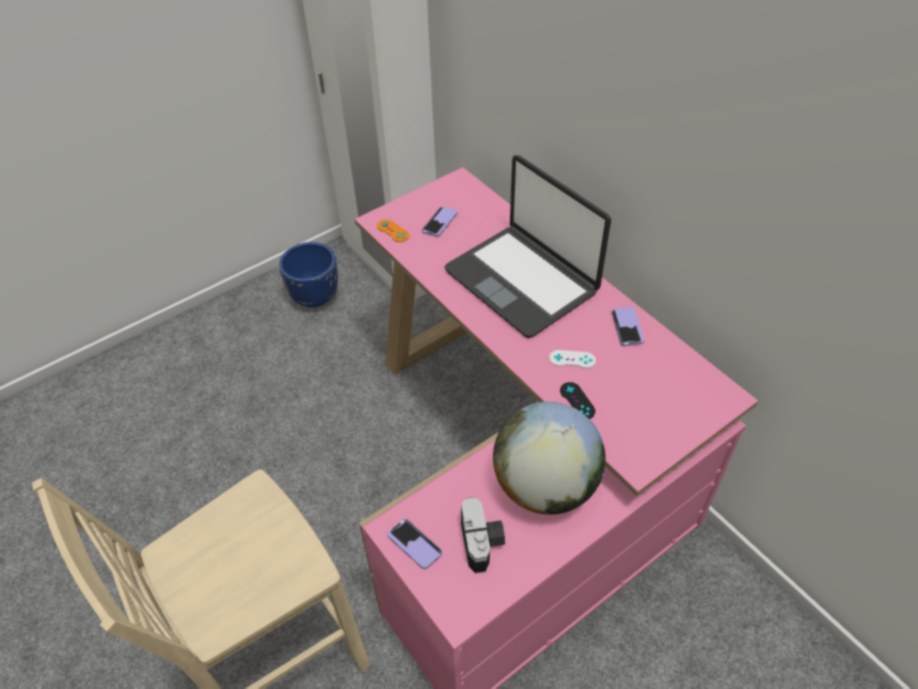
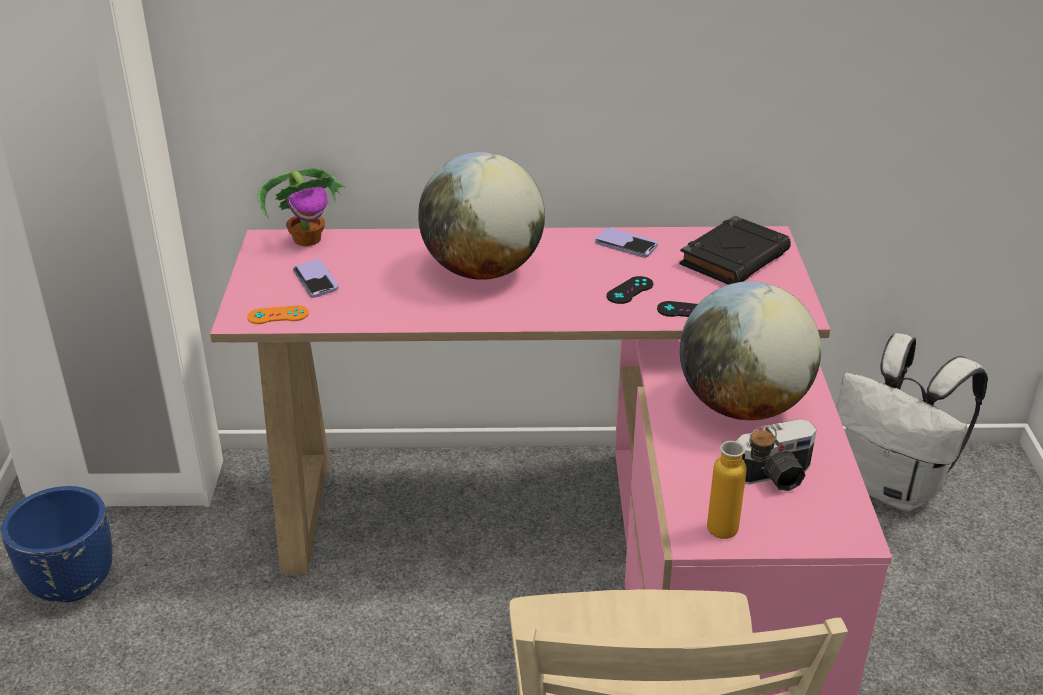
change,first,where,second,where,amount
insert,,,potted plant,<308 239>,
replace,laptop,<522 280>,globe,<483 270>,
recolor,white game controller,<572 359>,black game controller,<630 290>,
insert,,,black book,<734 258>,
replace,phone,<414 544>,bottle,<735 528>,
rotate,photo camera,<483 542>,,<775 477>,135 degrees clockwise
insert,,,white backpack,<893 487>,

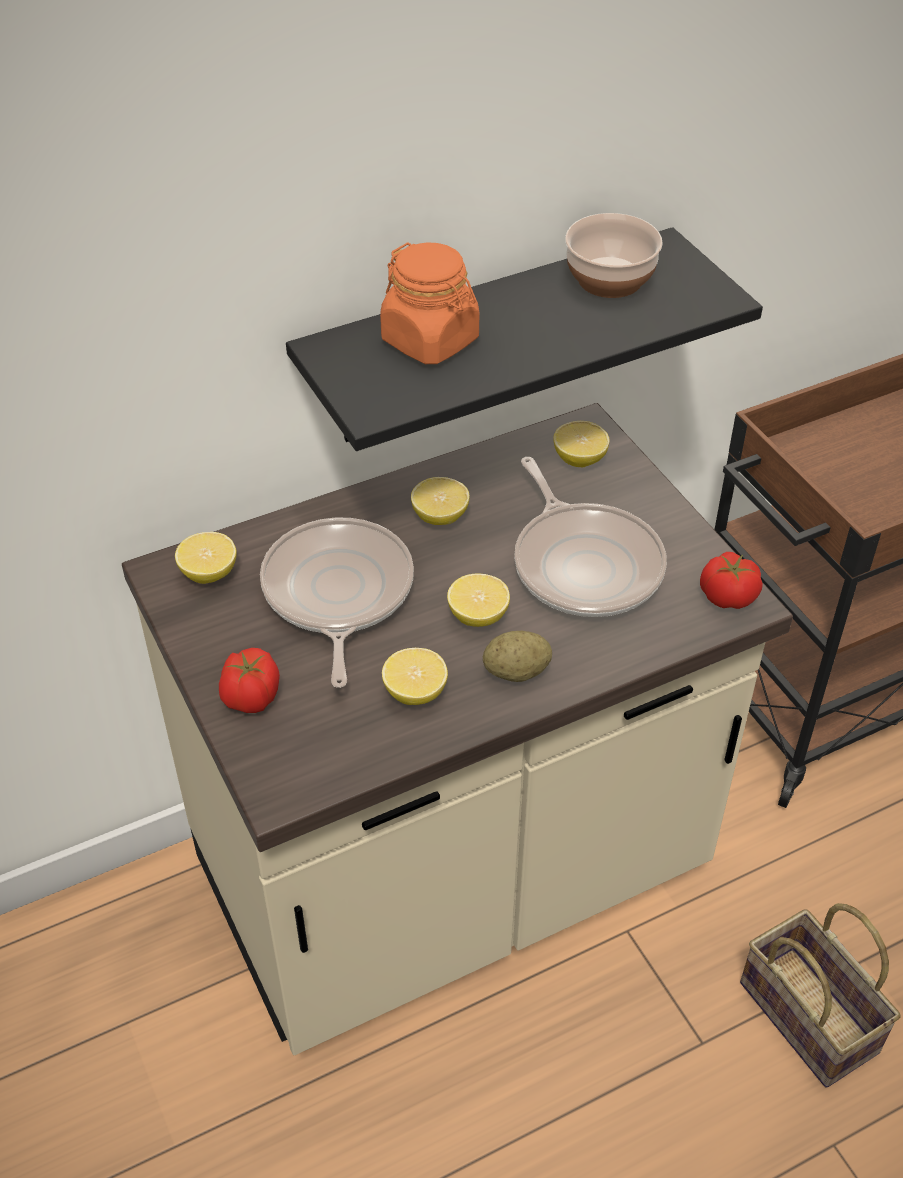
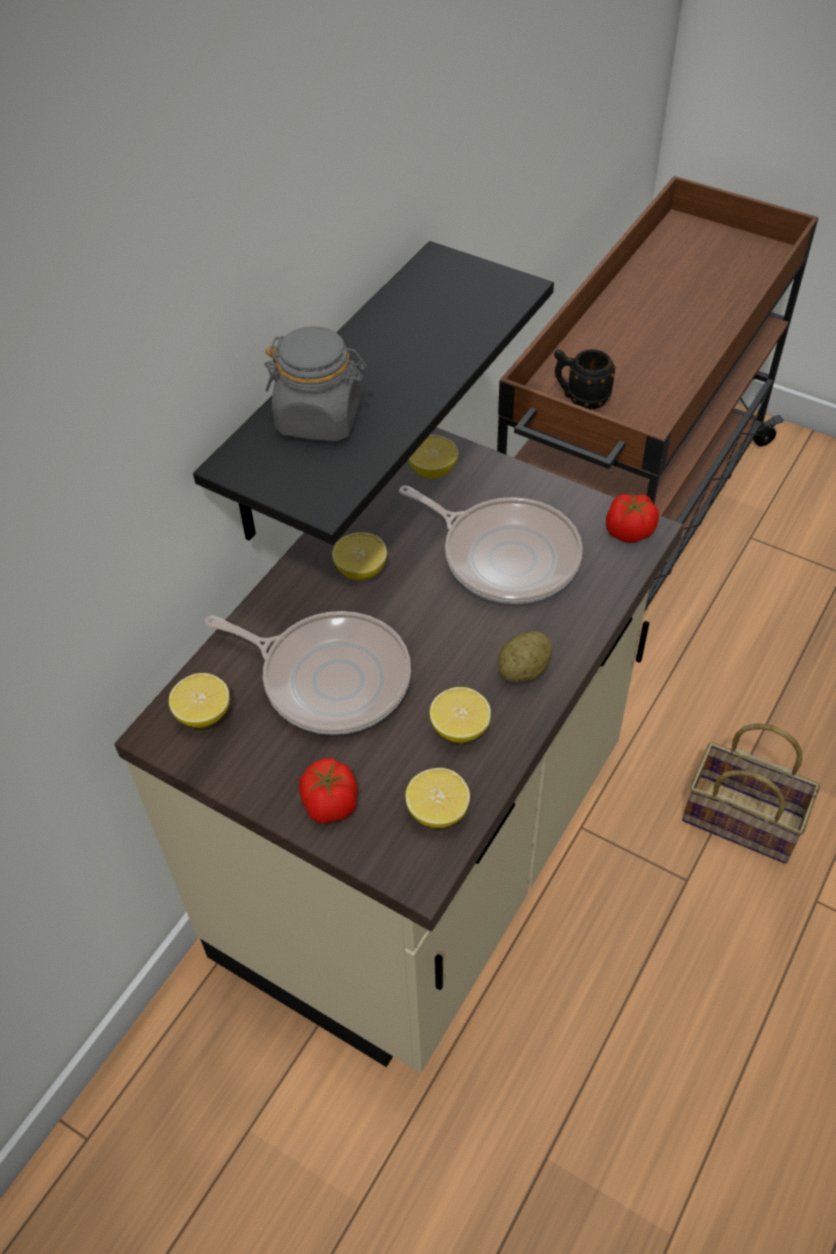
change,first,where,second,where,amount
rotate,frying pan,<337 594>,,<329 677>,150 degrees clockwise
recolor,orange jar,<431 340>,grey jar,<320 418>,
move,lemon,<478 616>,,<438 811>,
insert,,,black mug,<580 398>,
delete,bowl,<609 280>,,,

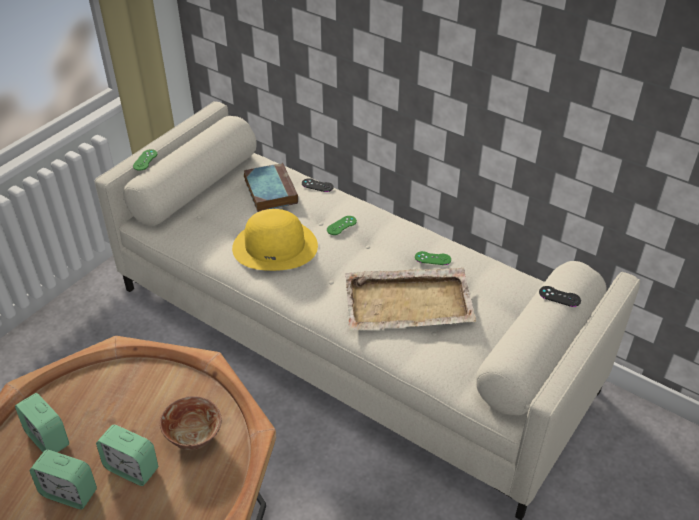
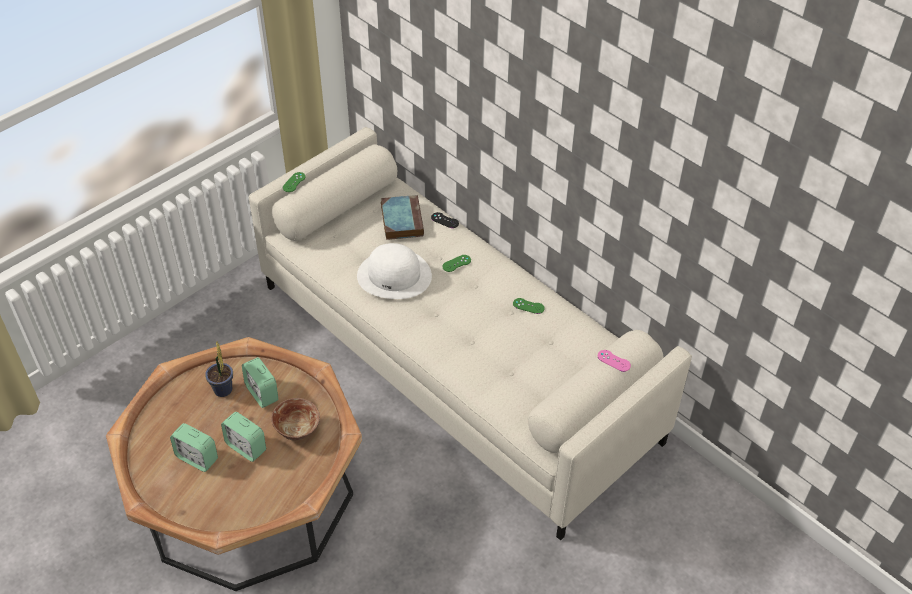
change,first,where,second,where,amount
insert,,,potted plant,<223 392>,
move,alarm clock,<48 439>,,<262 393>,
recolor,yellow hat,<275 246>,white hat,<394 275>,
recolor,black game controller,<559 296>,pink game controller,<614 361>,
delete,beige tray,<409 302>,,,

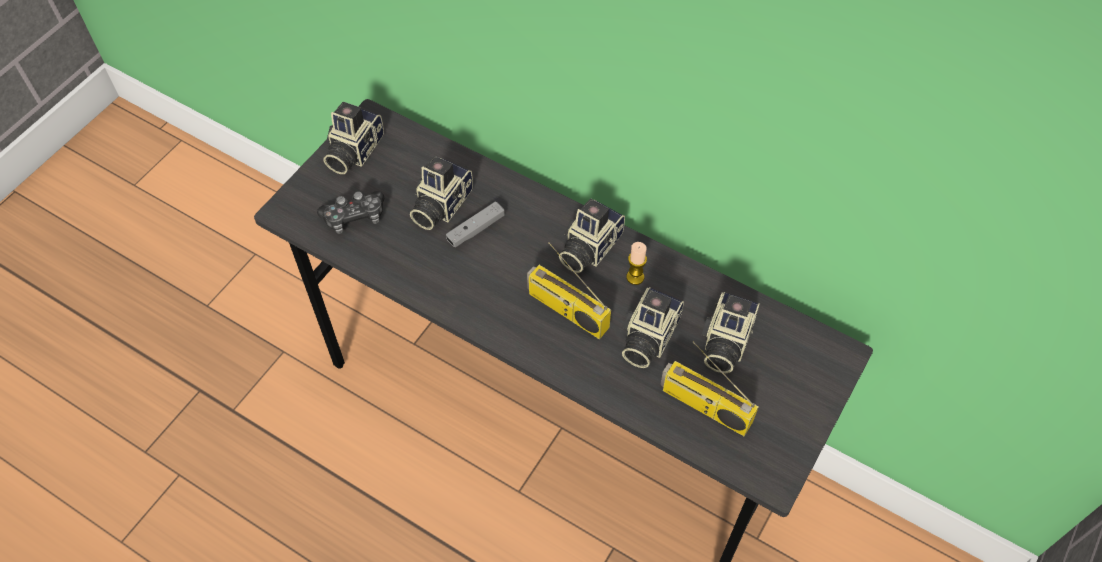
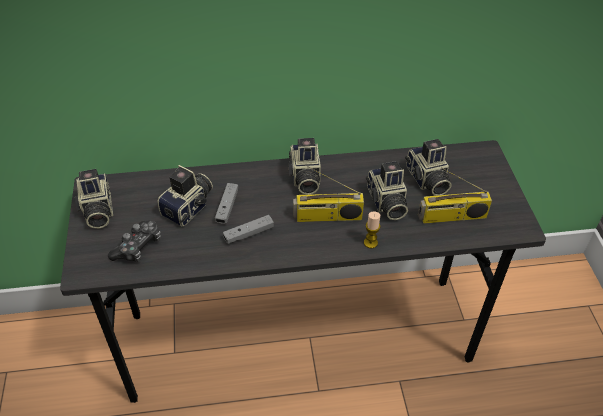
change,first,where,second,where,amount
rotate,photo camera,<439 205>,,<189 207>,135 degrees counterclockwise
insert,,,grey game controller,<249 233>,
move,candle,<635 277>,,<370 243>,

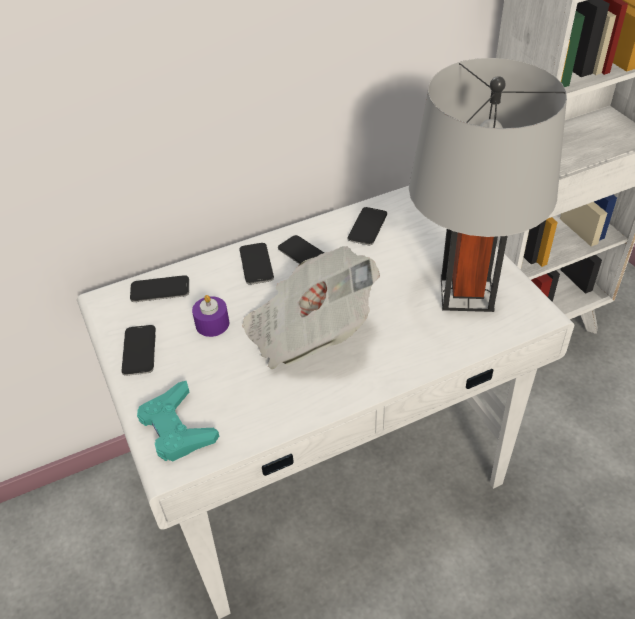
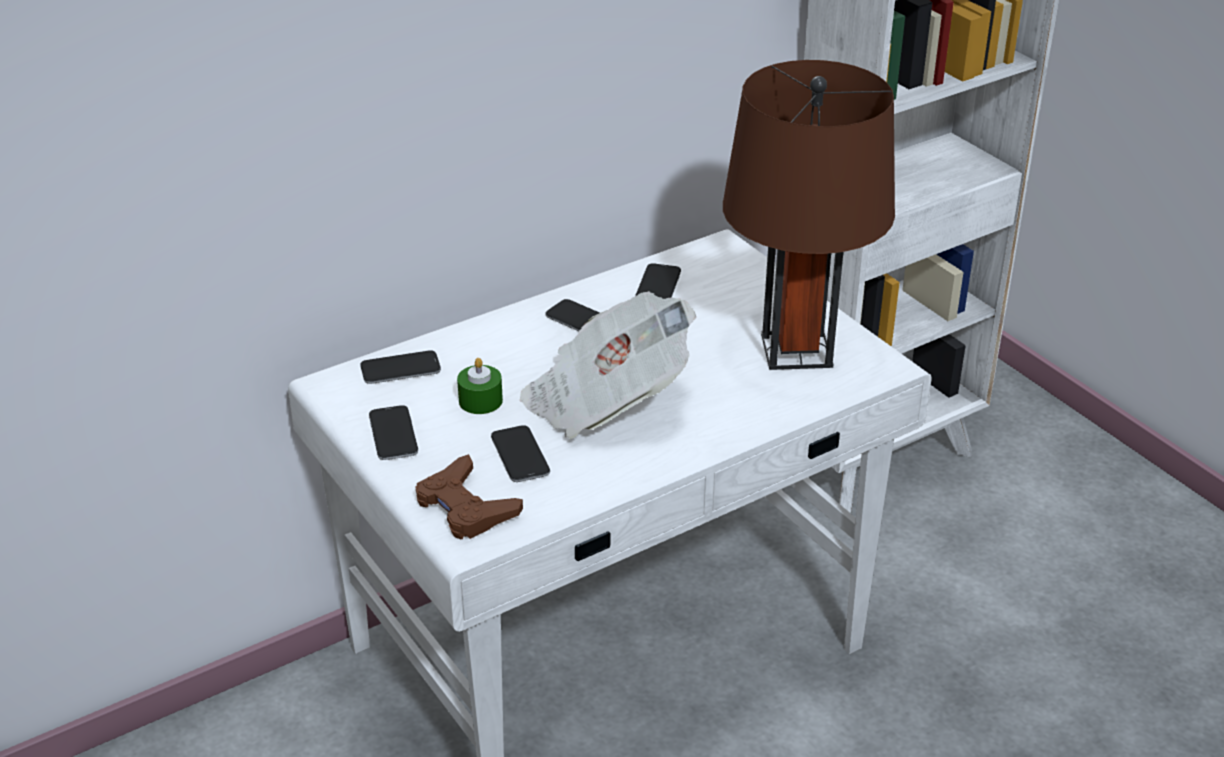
change,first,where,second,where,amount
recolor,turquoise game controller,<177 428>,brown game controller,<465 507>,
recolor,purple candle,<212 324>,green candle,<480 401>,
move,phone,<256 264>,,<520 455>,
recolor,grey table lamp,<466 294>,brown table lamp,<796 351>,

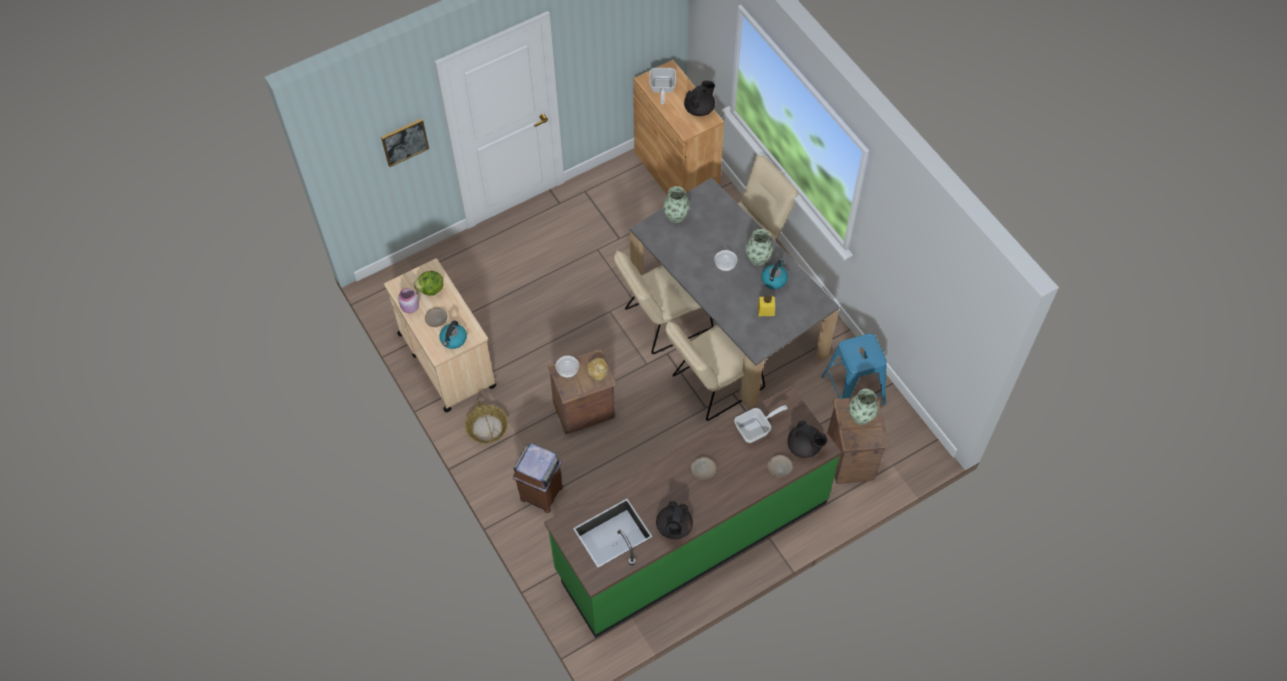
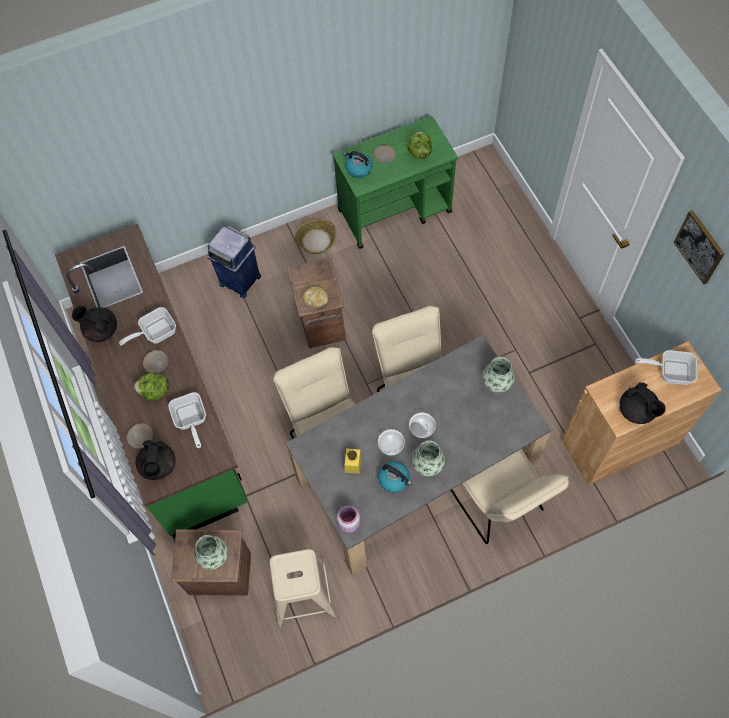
change,first,where,second,where,amount
insert,,,frying pan,<155 333>,
insert,,,lettuce,<155 392>,
rotate,black teapot,<804 447>,,<158 466>,45 degrees counterclockwise
recolor,brown trash can,<541 494>,blue trash can,<239 280>,
recolor,blue stool,<852 390>,beige stool,<303 593>,
recolor,beige cart,<446 359>,green cart,<395 211>,
move,pink jar,<410 307>,,<348 522>,
move,bowl,<568 370>,,<390 445>,
move,picture,<404 141>,,<699 247>,

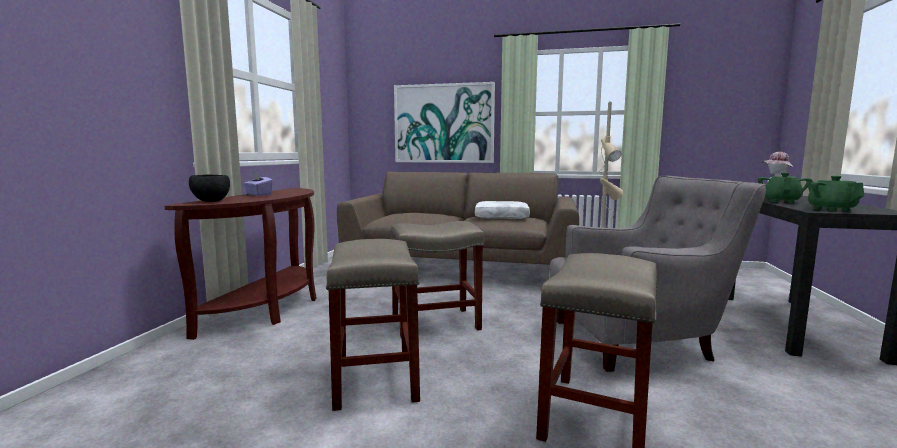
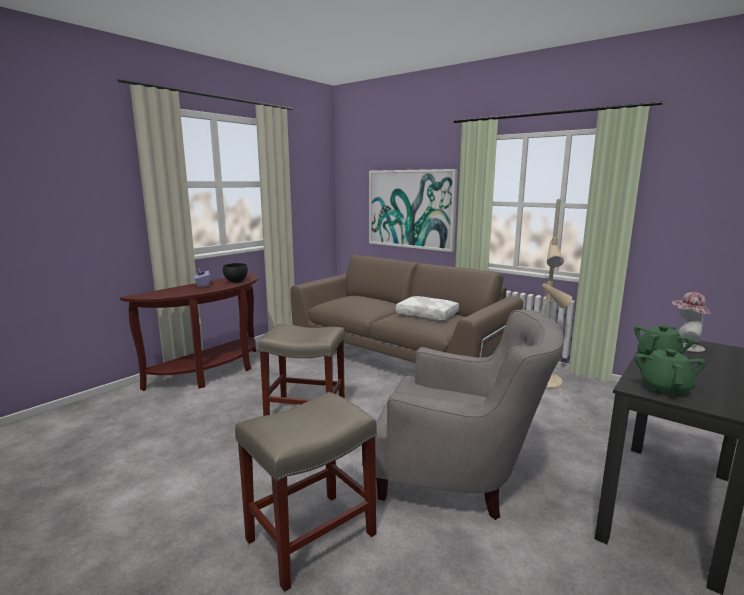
change,first,where,second,where,amount
move,black bowl,<211 201>,,<236 281>,
delete,beige stool,<375 377>,,,

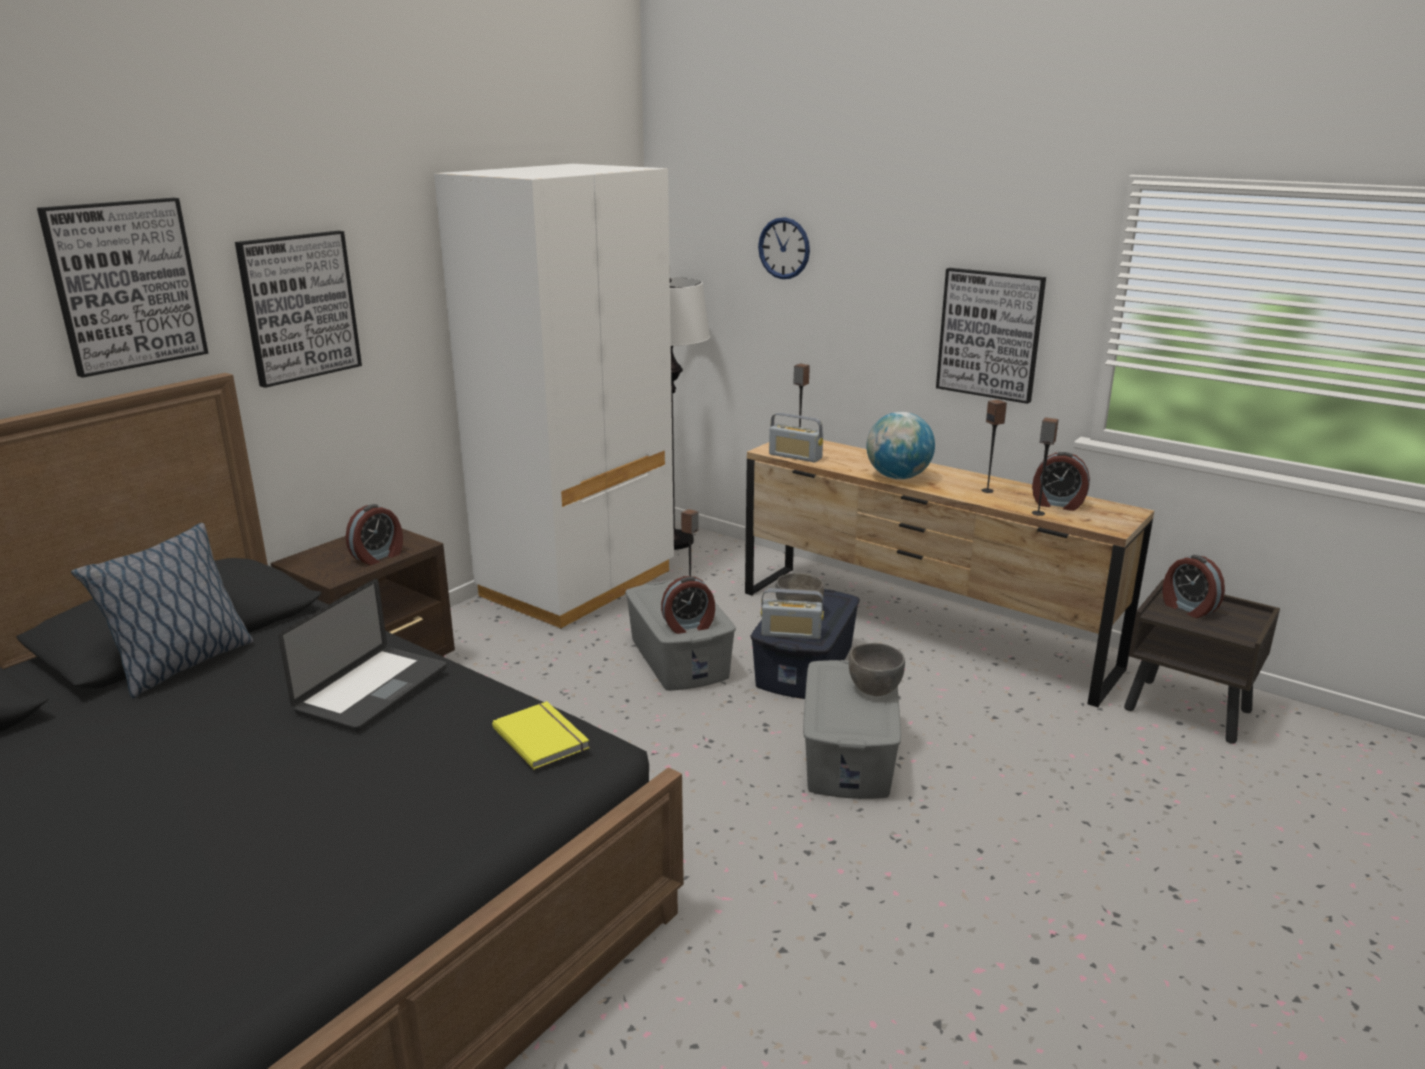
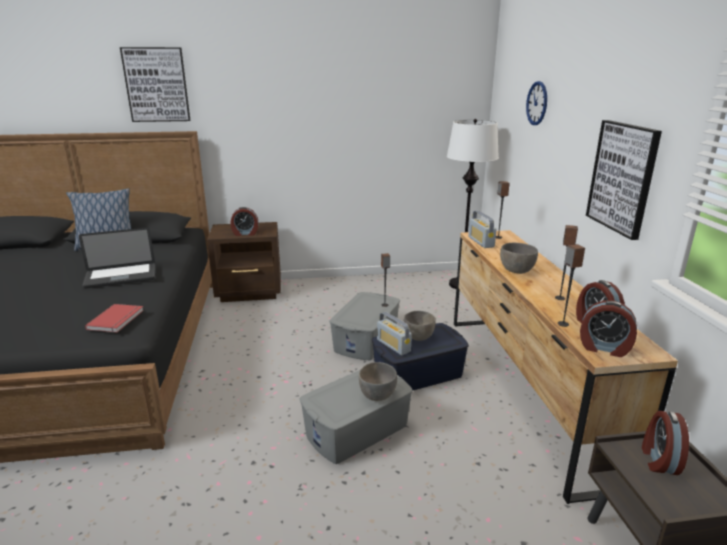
change,first,where,second,where,amount
recolor,yellow book,<543 737>,red book,<117 320>,
replace,globe,<898 477>,grey bowl,<516 271>,
move,alarm clock,<689 626>,,<604 348>,
delete,picture,<299 307>,,,
delete,white wardrobe,<577 584>,,,

